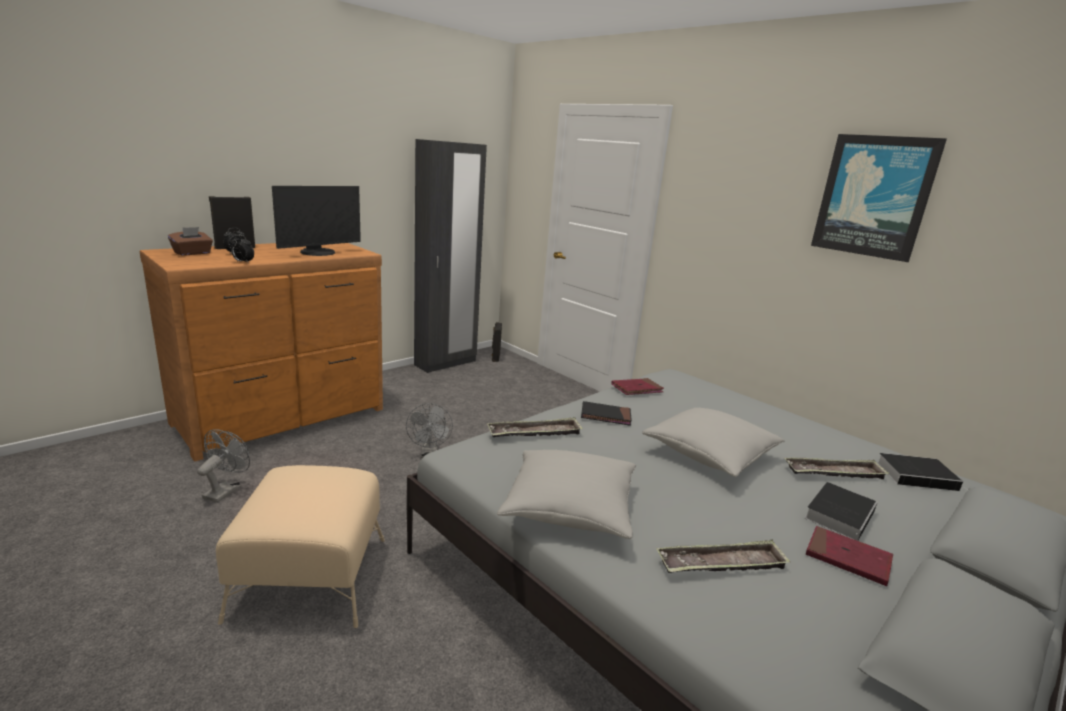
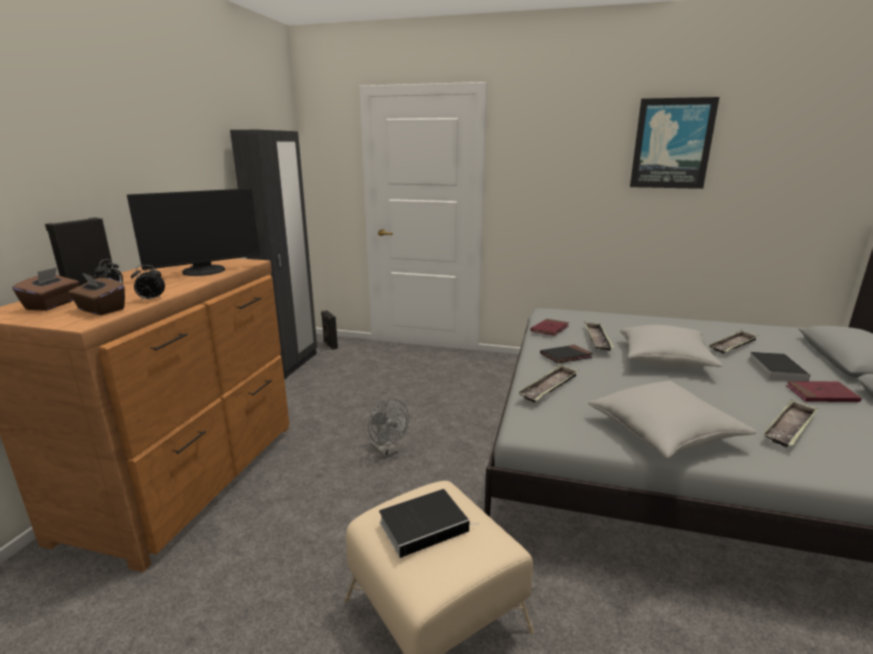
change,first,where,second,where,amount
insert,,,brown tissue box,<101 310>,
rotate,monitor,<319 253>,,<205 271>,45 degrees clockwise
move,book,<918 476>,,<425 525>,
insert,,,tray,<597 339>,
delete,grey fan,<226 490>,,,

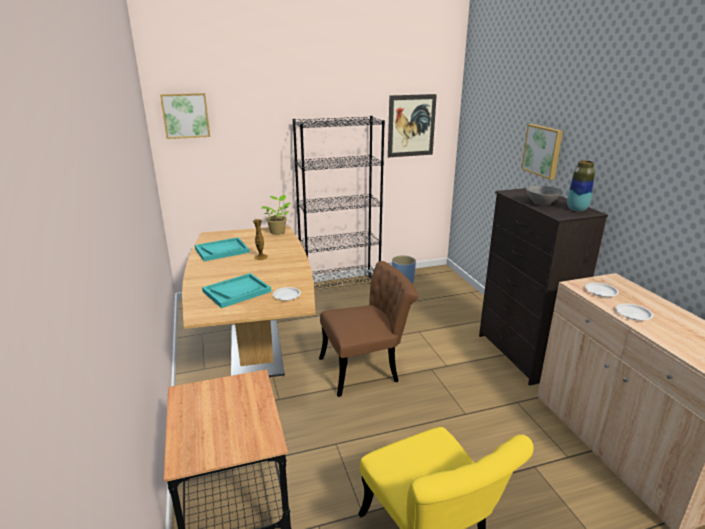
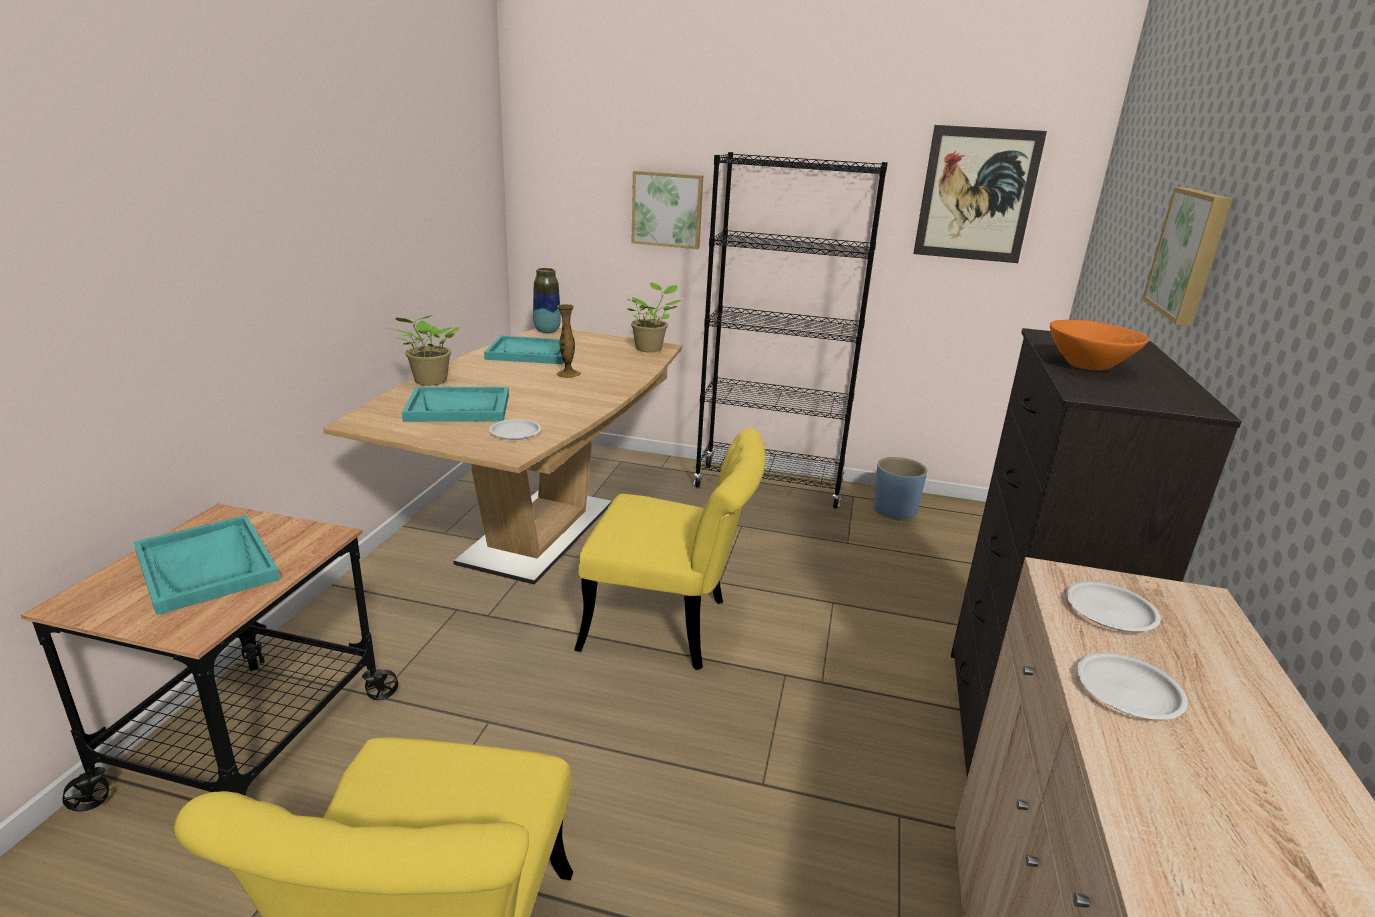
change,first,where,second,where,amount
insert,,,turquoise tray,<207 566>,
insert,,,potted plant,<429 382>,
move,vase,<577 209>,,<547 331>,
recolor,brown chair,<366 368>,yellow chair,<671 626>,
move,picture,<185 115>,,<667 209>,
recolor,grey bowl,<542 203>,orange bowl,<1089 366>,

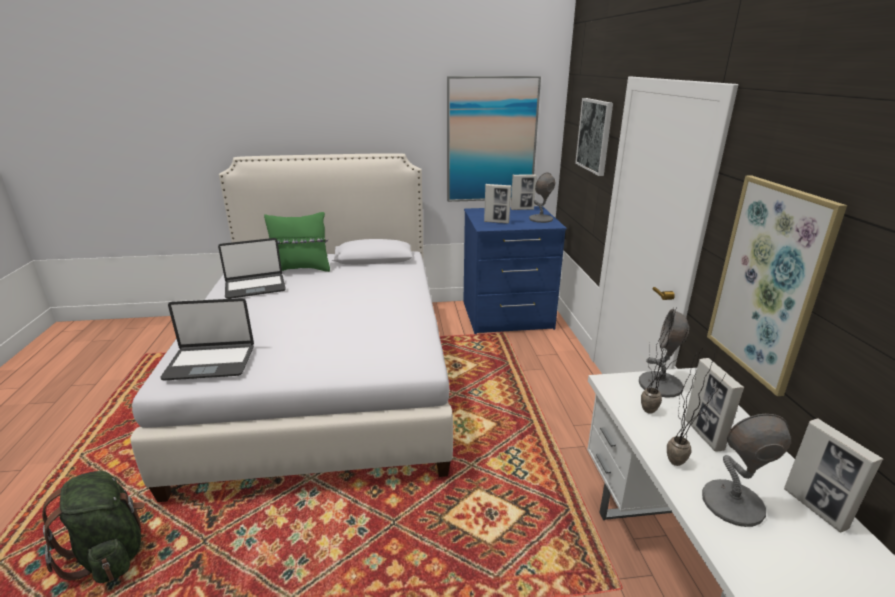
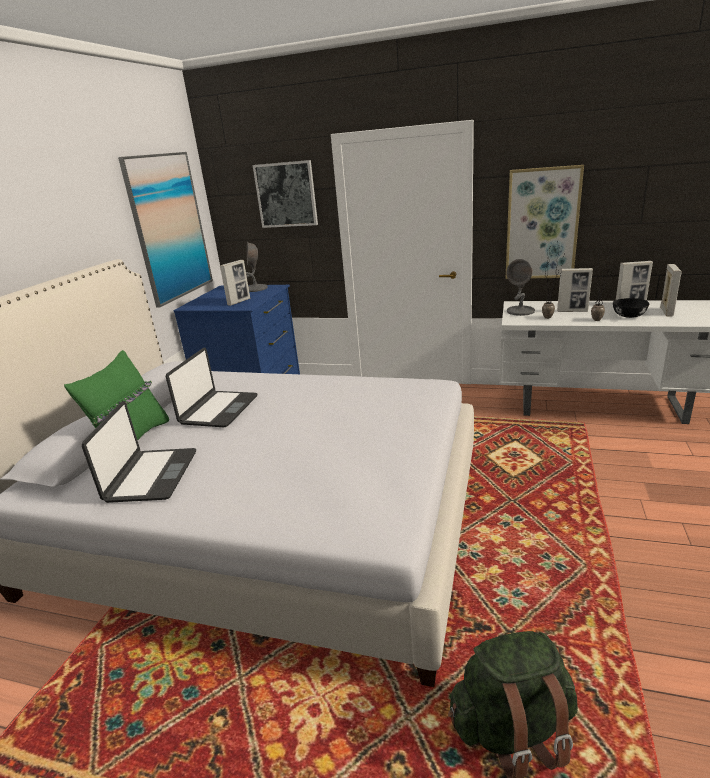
change,first,where,second,where,amount
move,laptop,<210 362>,,<218 410>,
replace,grey table lamp,<732 503>,black bowl,<628 316>,
move,picture frame,<522 209>,,<666 312>,

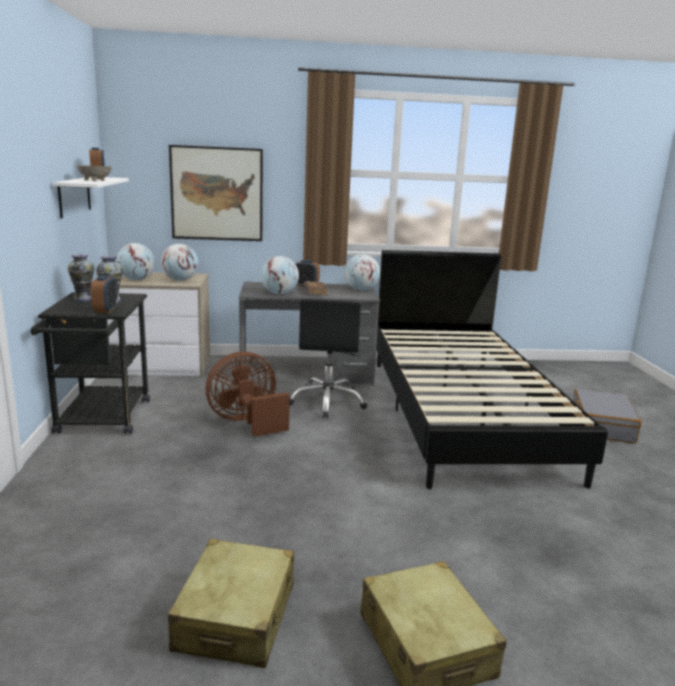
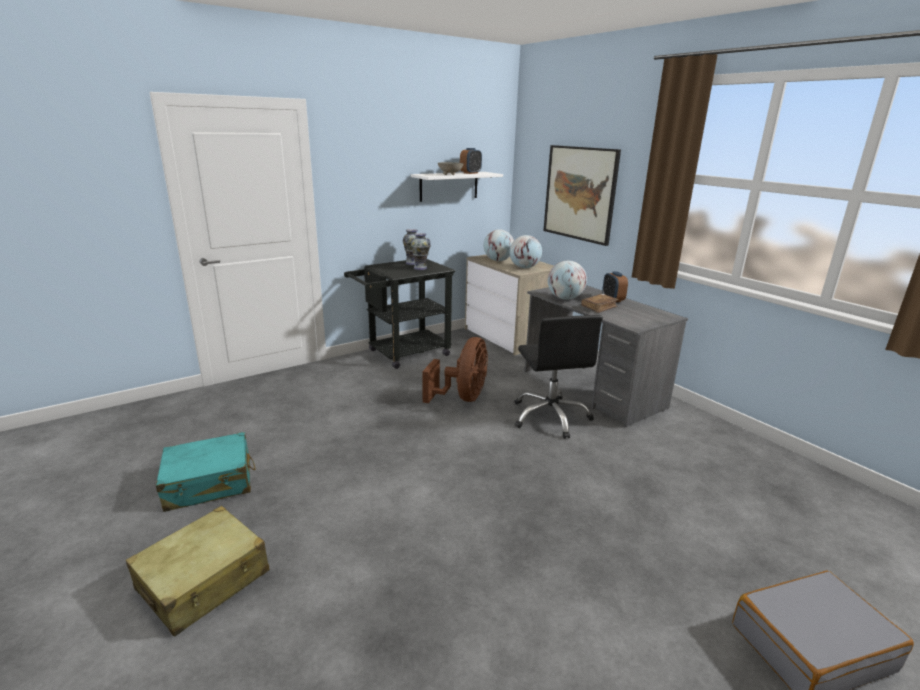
change,first,where,second,where,amount
recolor,beige suitcase,<236 617>,turquoise suitcase,<209 483>,
rotate,brown fan,<247 422>,,<462 397>,75 degrees clockwise
rotate,black office chair,<328 402>,,<550 417>,75 degrees counterclockwise
delete,alarm clock,<106 310>,,,
delete,globe,<361 290>,,,
delete,black bed,<461 413>,,,

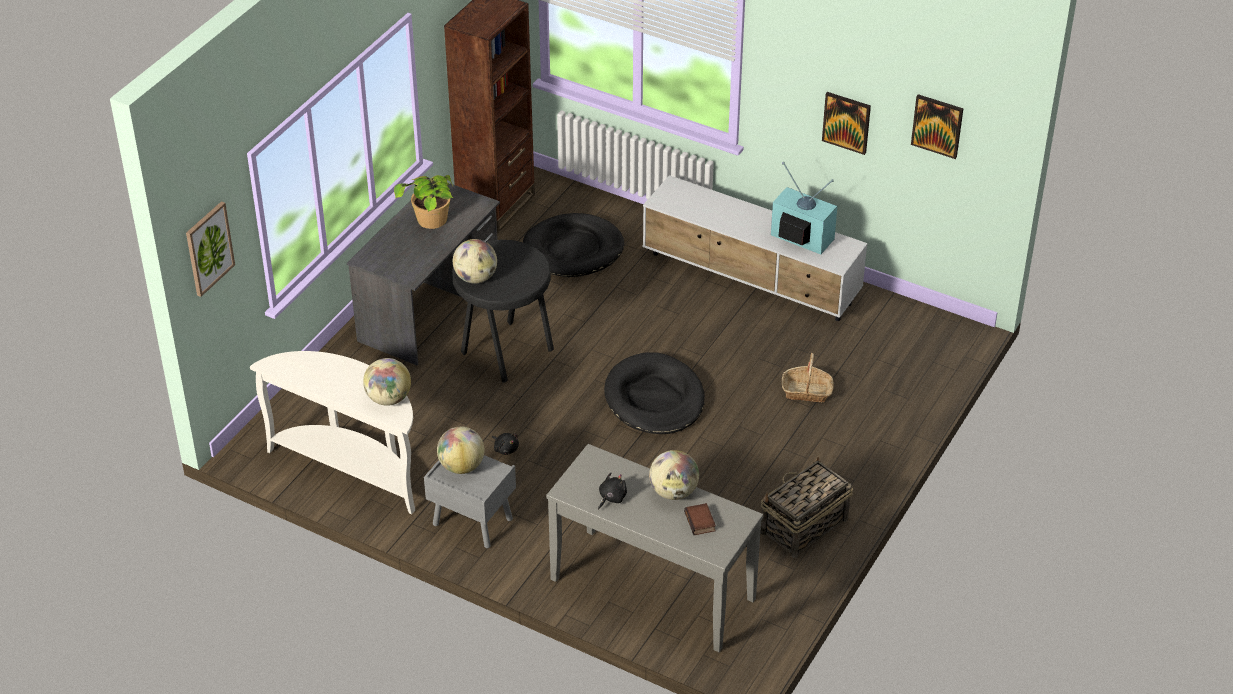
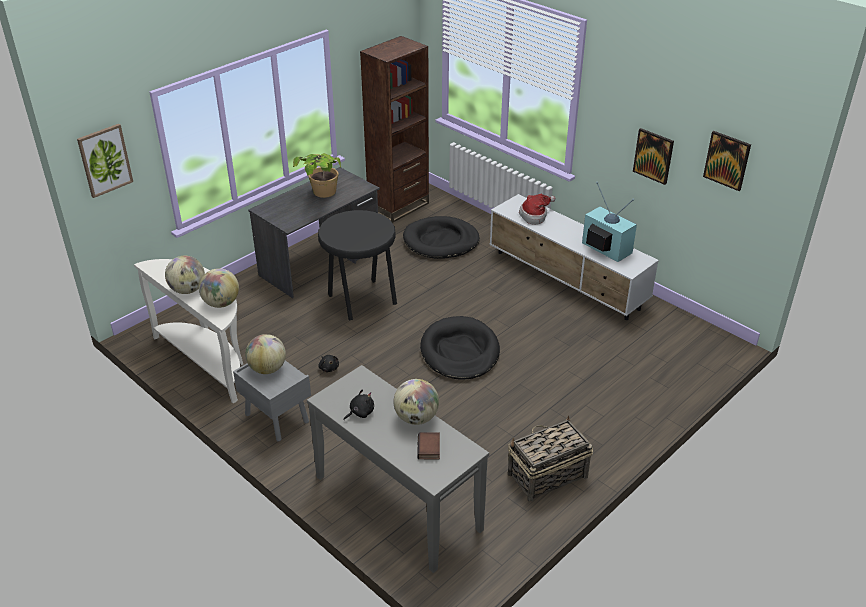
change,first,where,second,where,amount
move,globe,<476 278>,,<188 290>,
insert,,,hat,<535 215>,
delete,basket,<806 391>,,,

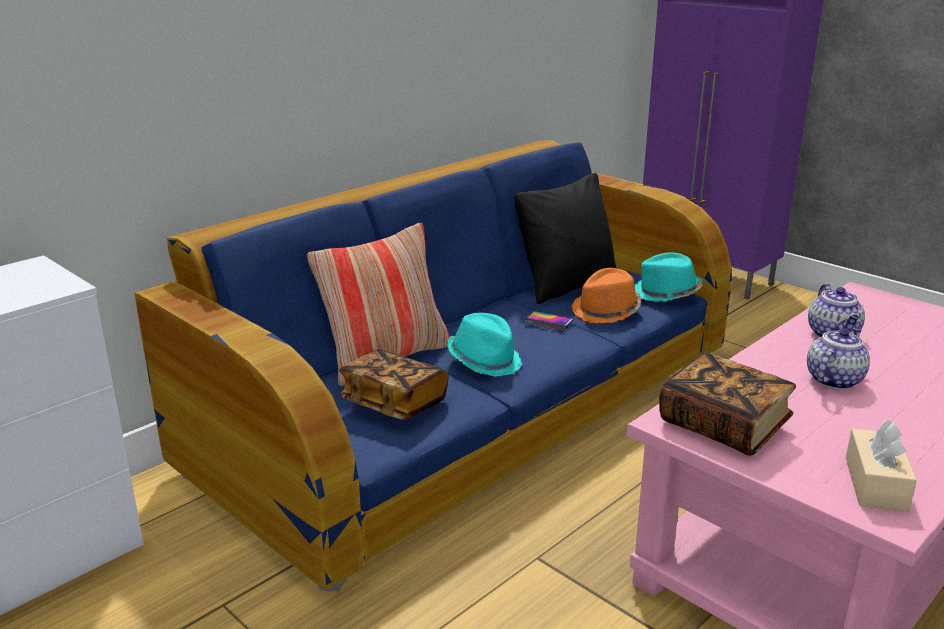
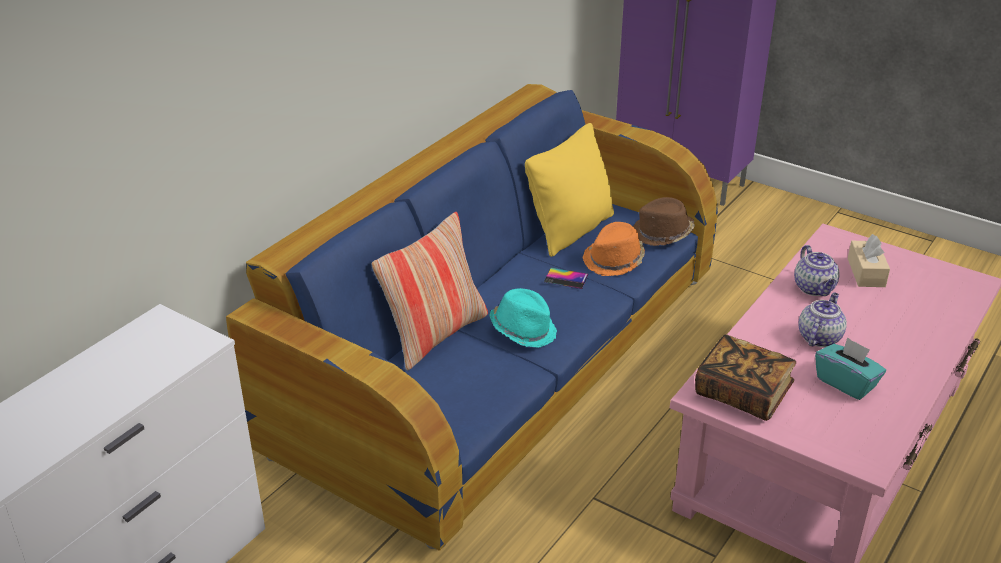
change,first,where,second,where,amount
recolor,black pillow,<567 285>,yellow pillow,<571 230>,
recolor,turquoise hat,<666 294>,brown hat,<662 234>,
insert,,,turquoise tissue box,<846 383>,
move,beige tissue box,<875 484>,,<866 272>,
delete,book,<394 403>,,,

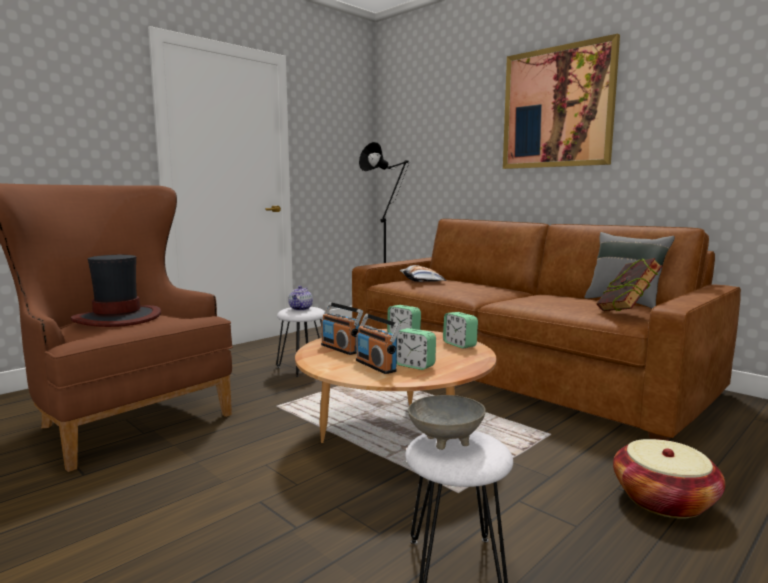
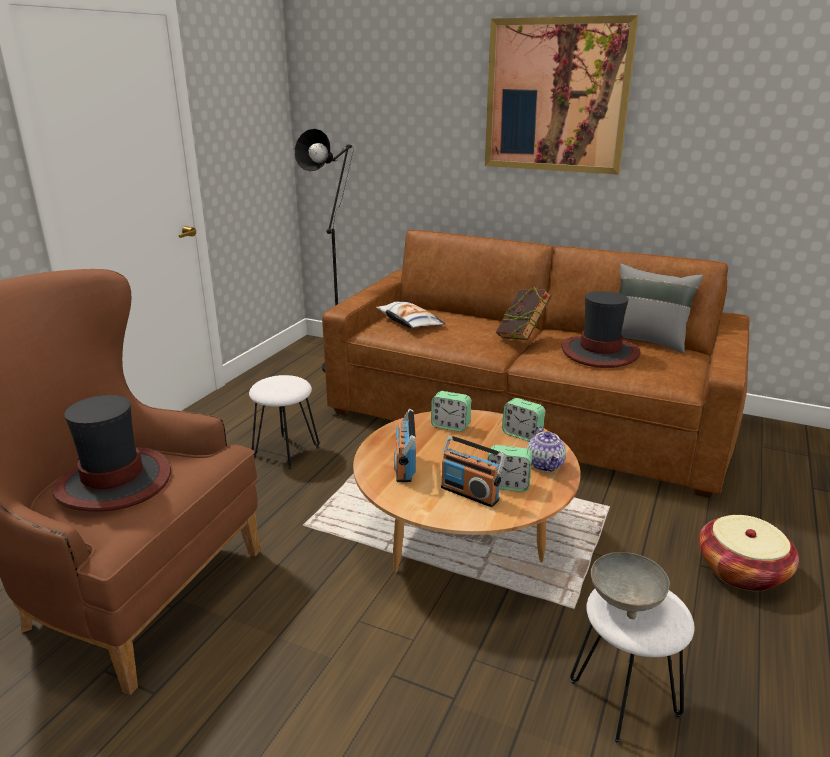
change,first,where,second,where,amount
rotate,radio,<340 348>,,<404 466>,60 degrees clockwise
move,book,<626 313>,,<521 338>,
move,teapot,<301 309>,,<545 465>,
insert,,,hat,<600 352>,

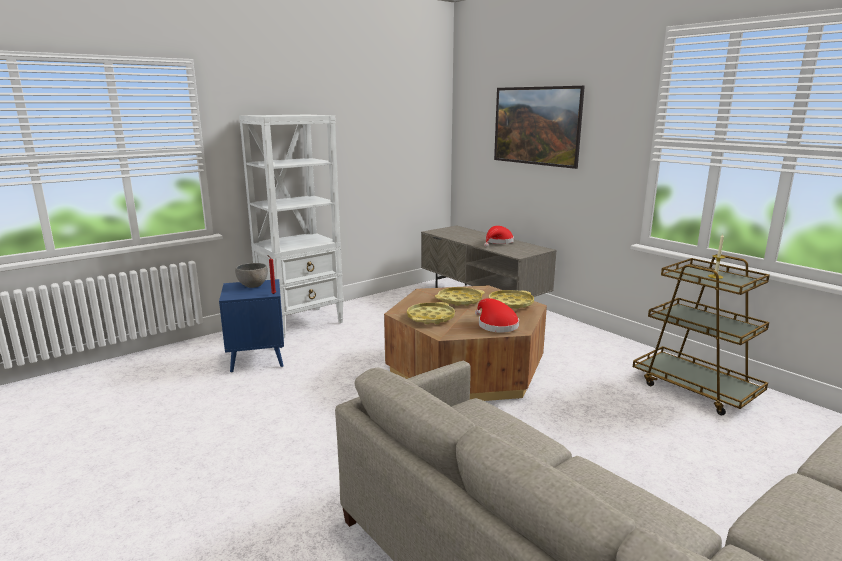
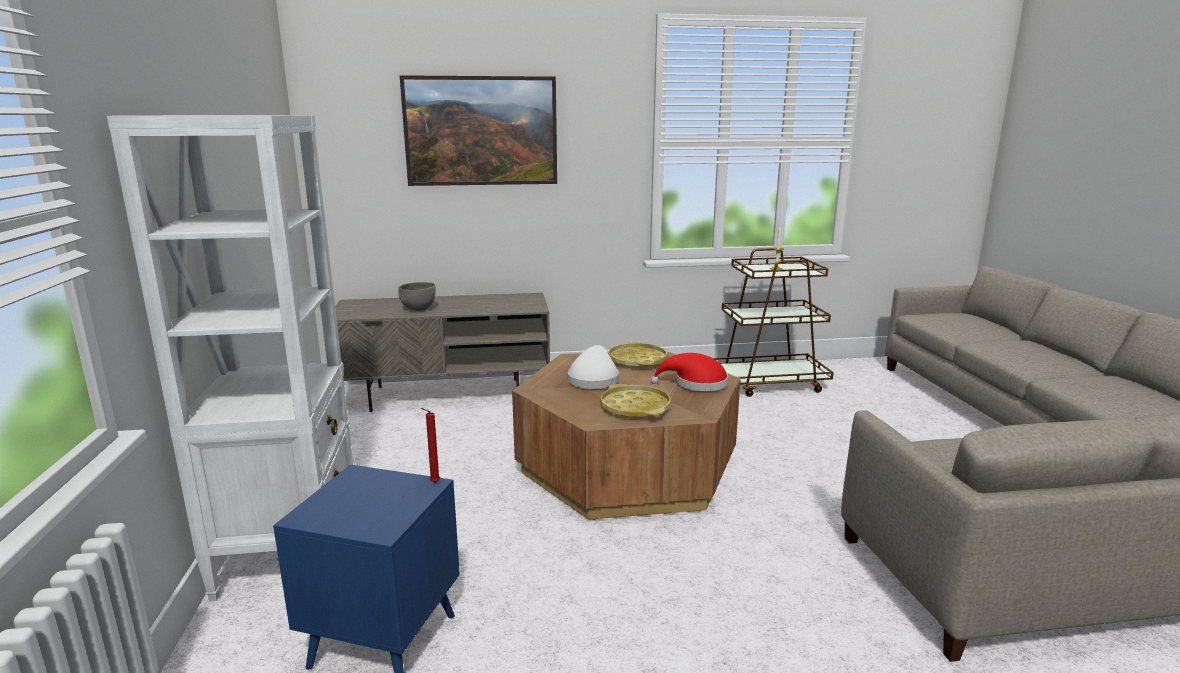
change,first,where,second,where,amount
move,grey bowl,<253 285>,,<418 309>,
replace,yellow tray,<459 300>,white hat,<593 379>,
delete,red hat,<498 242>,,,

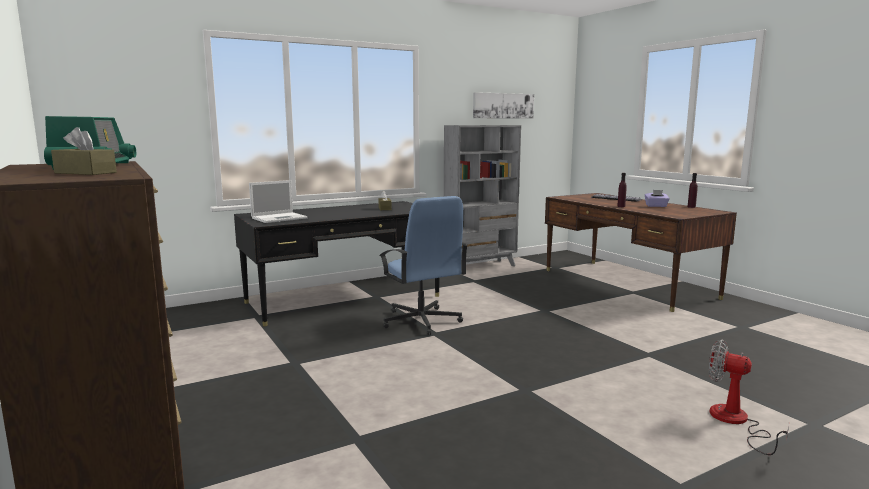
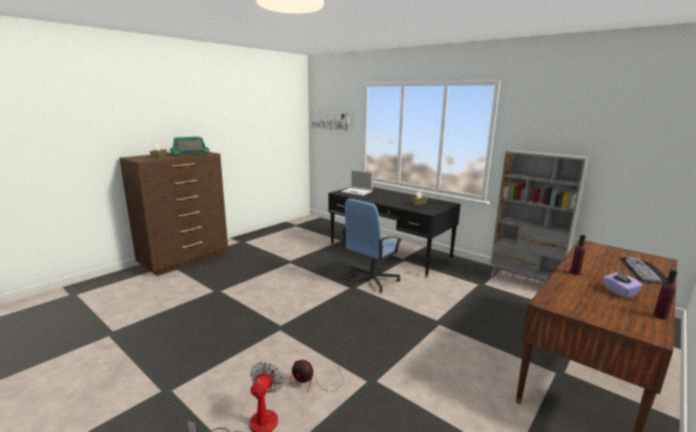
change,first,where,second,where,amount
insert,,,fan,<314 382>,
move,picture,<503 106>,,<330 120>,

